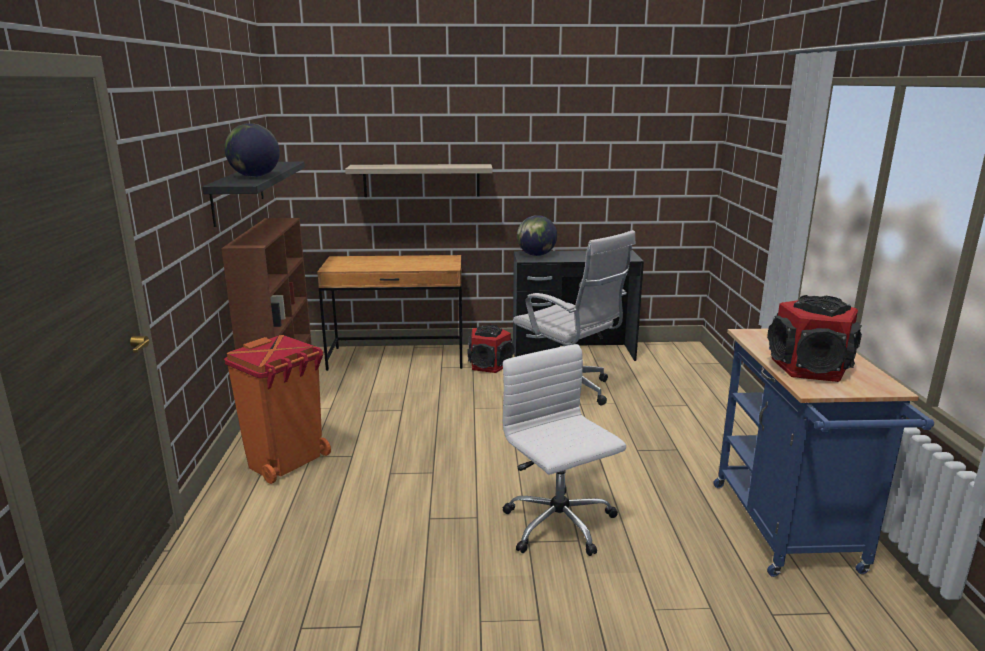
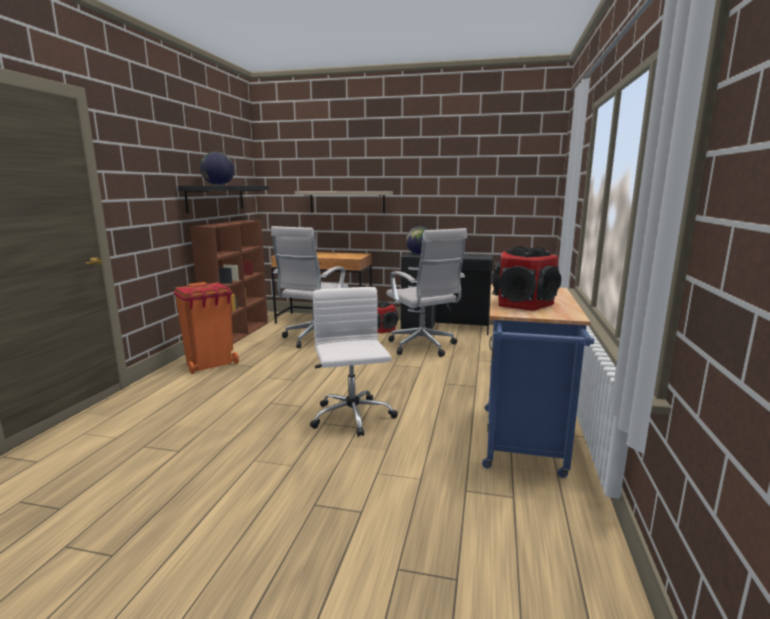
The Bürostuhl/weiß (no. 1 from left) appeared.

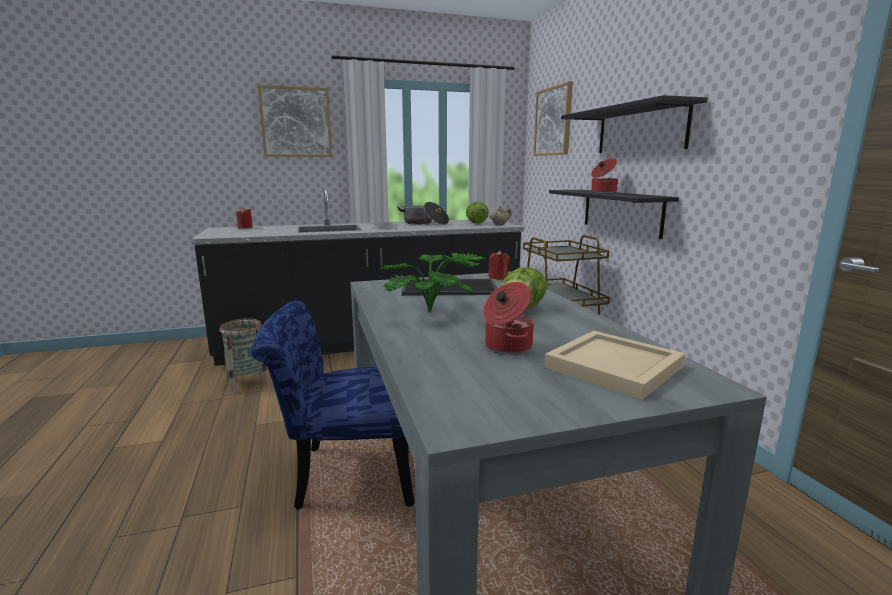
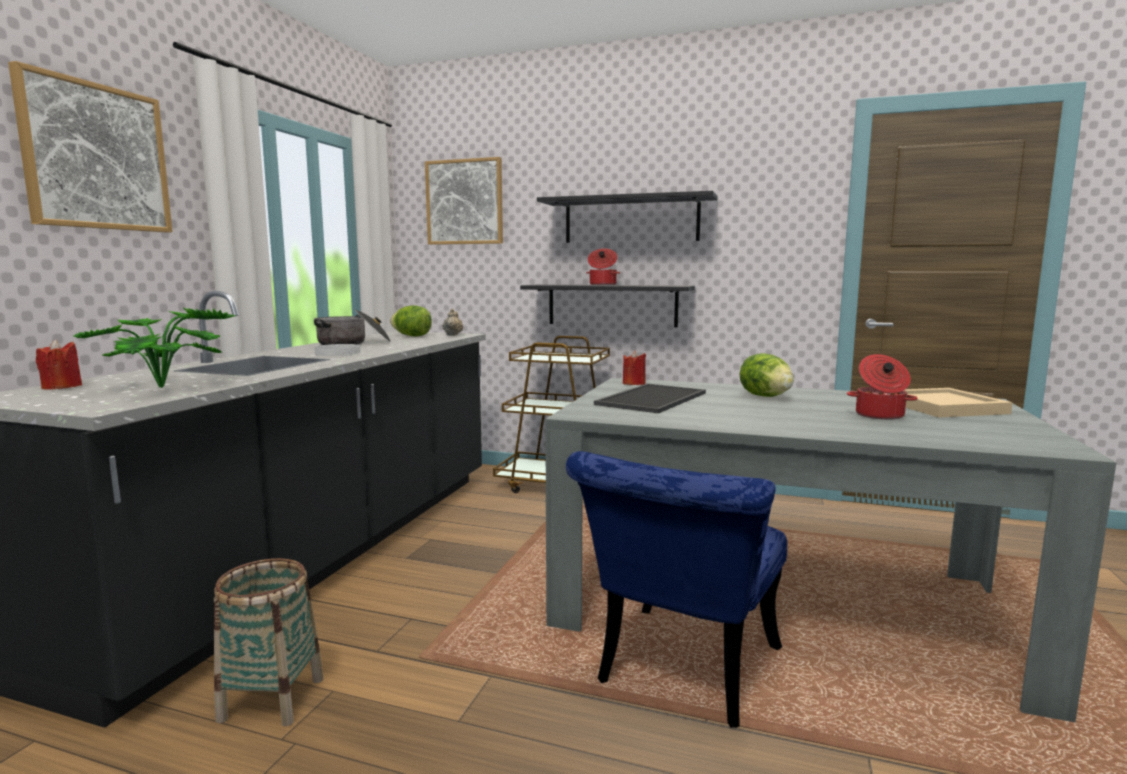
The Topfpflanze moved.

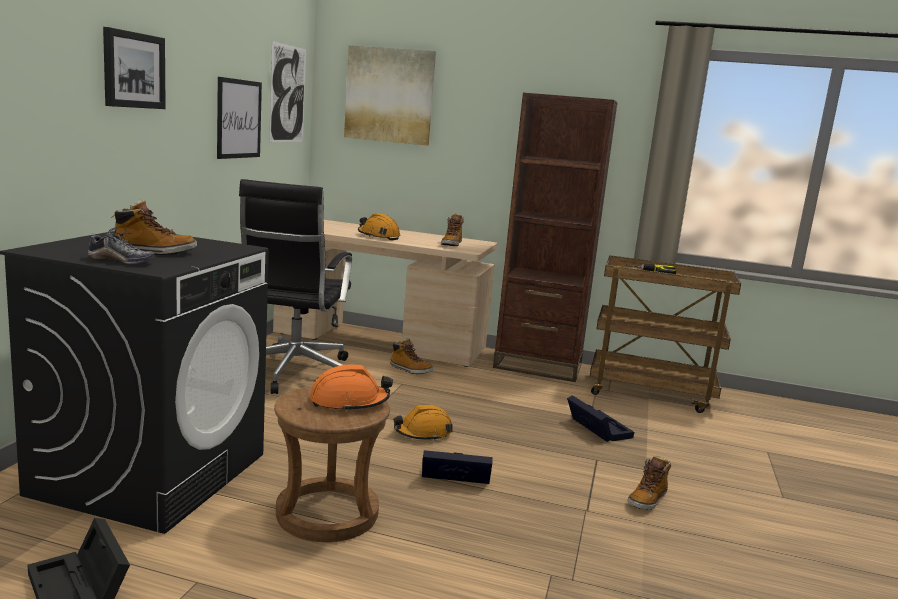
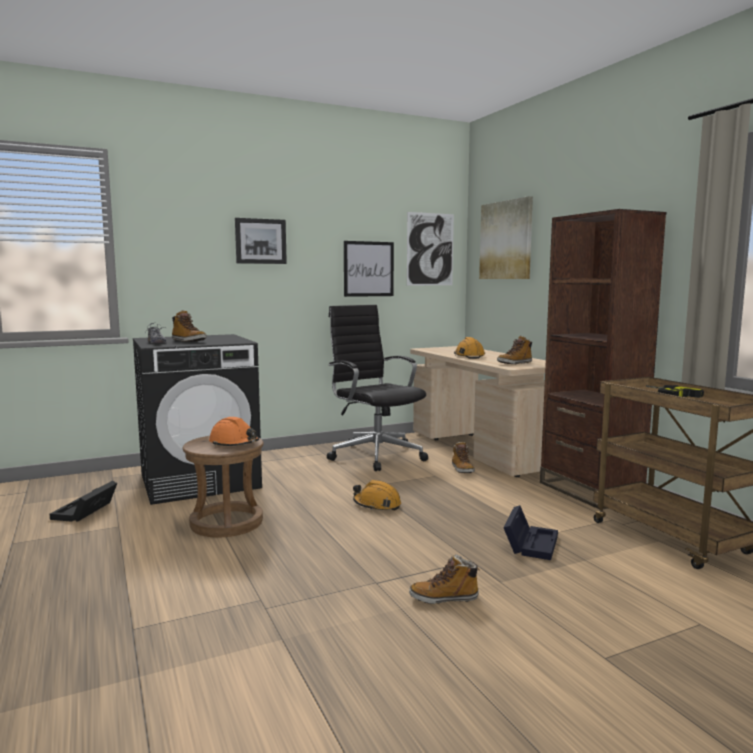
The Bürostuhl/schwarz turned 90 degrees clockwise. The Aufbewahrungsbox/schwarz (no. 2 from left) disappeared.

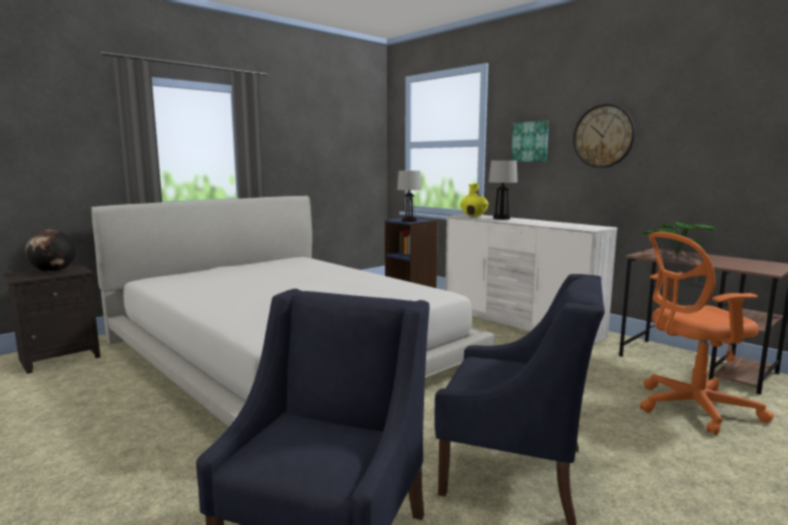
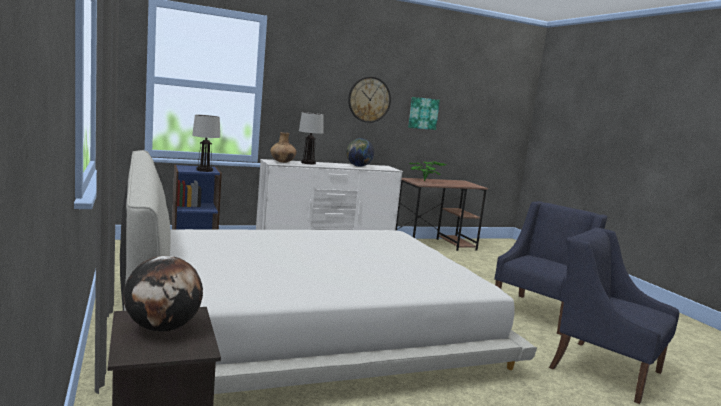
The Vase/gelb became the Vase/braun. The Globus (no. 2 from left) appeared. The Bild moved. The Bürostuhl/orange disappeared.

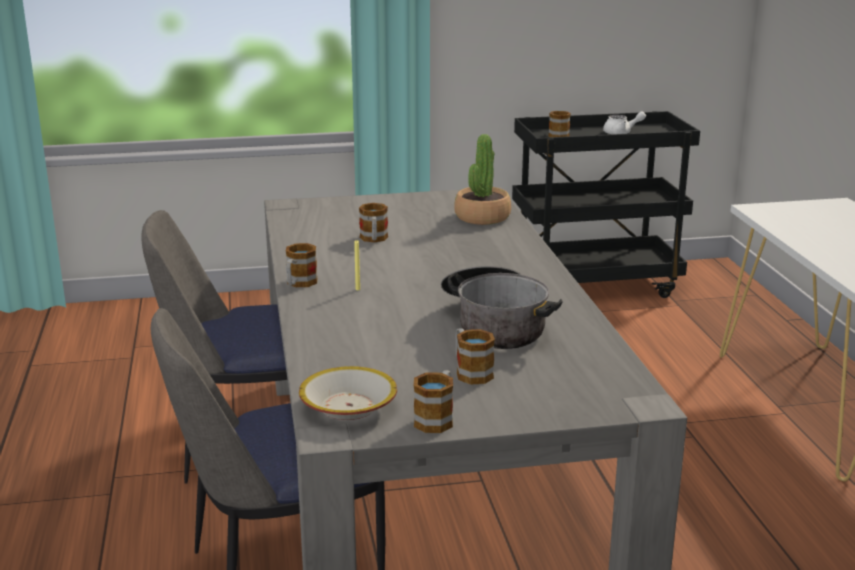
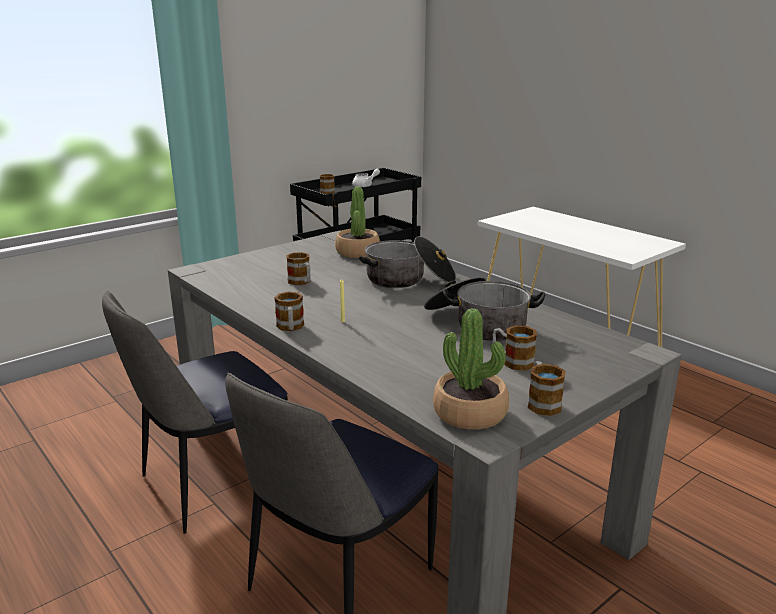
The Kochtopf (no. 1 from left) appeared. The Schüssel was replaced by the Topfpflanze (no. 2 from left).

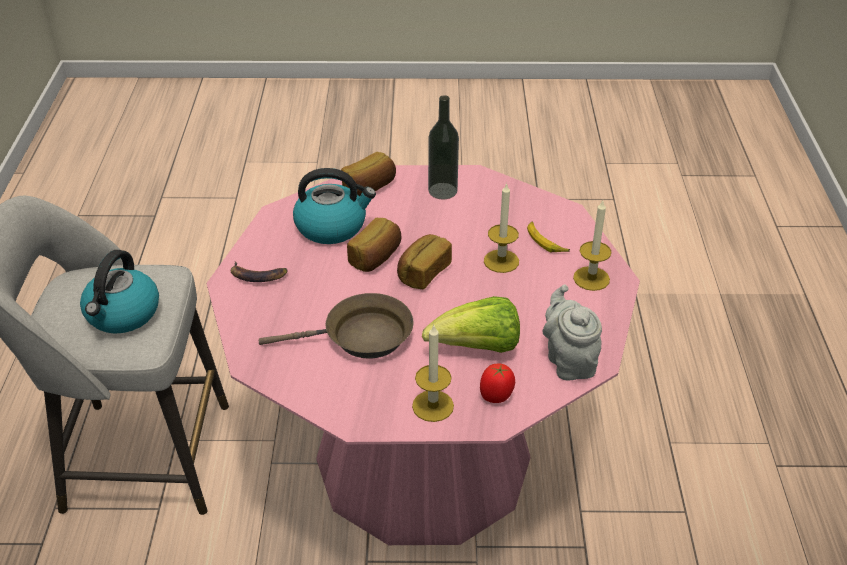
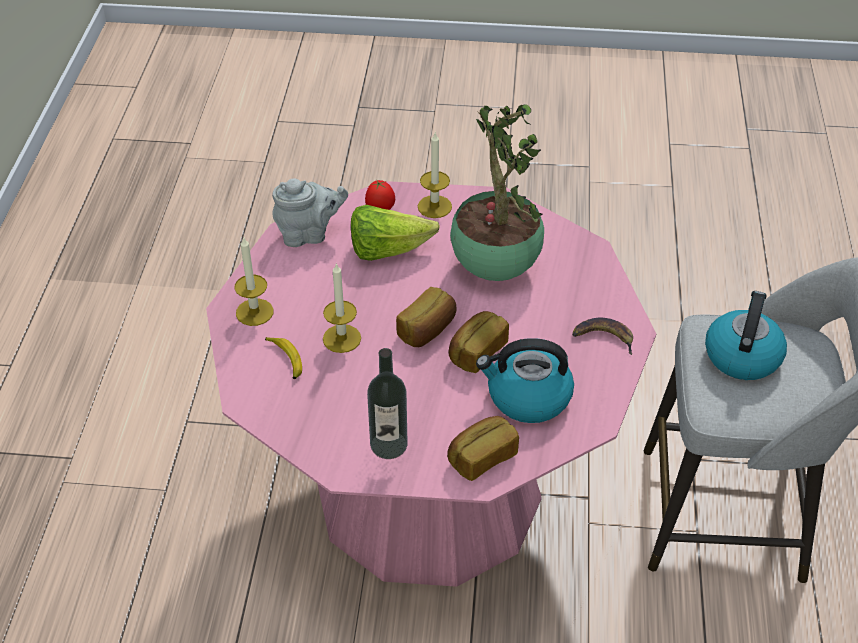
The Teekanne/grau turned 90 degrees counterclockwise. The Pfanne/braun was replaced by the Topfpflanze.

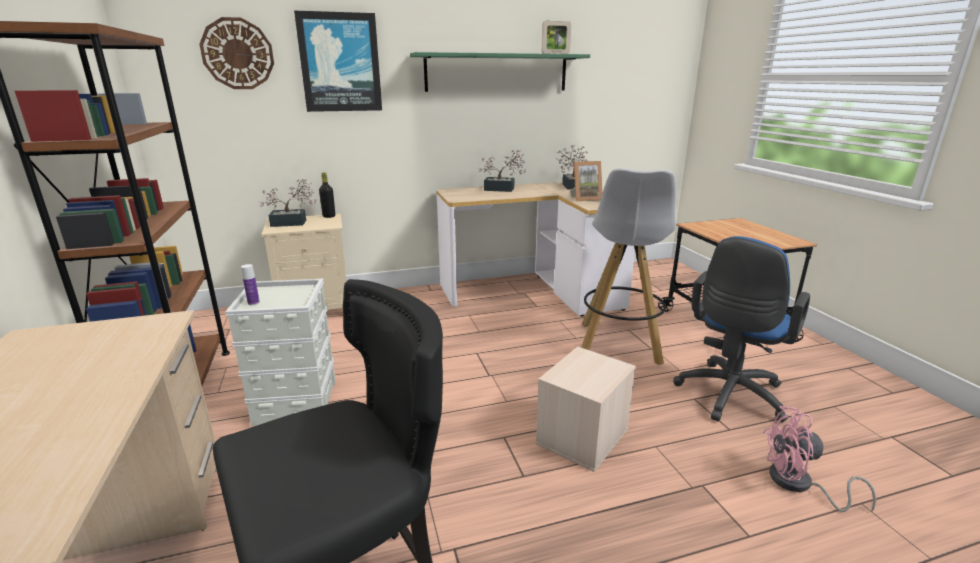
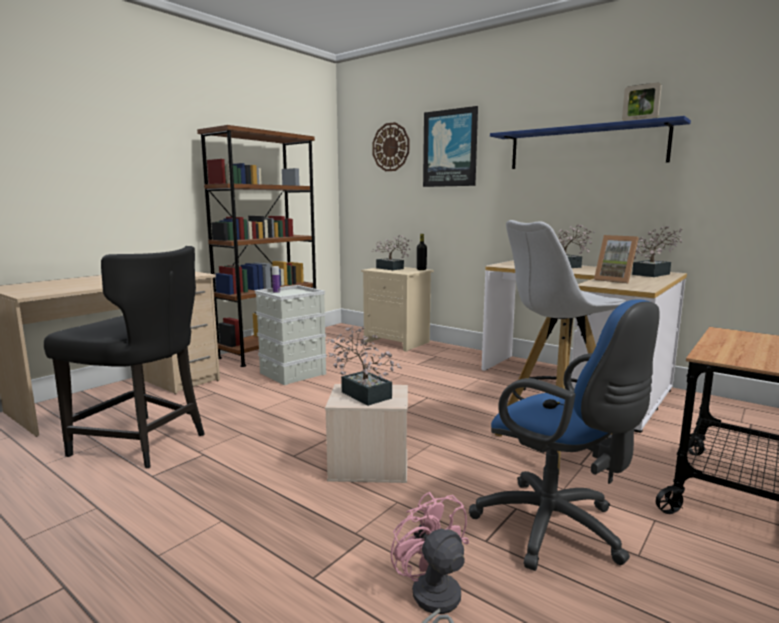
The Topfpflanze (no. 1 from left) appeared. The Bürostuhl/blau turned 135 degrees counterclockwise. The Wandregal/grün became the Wandregal/blau.

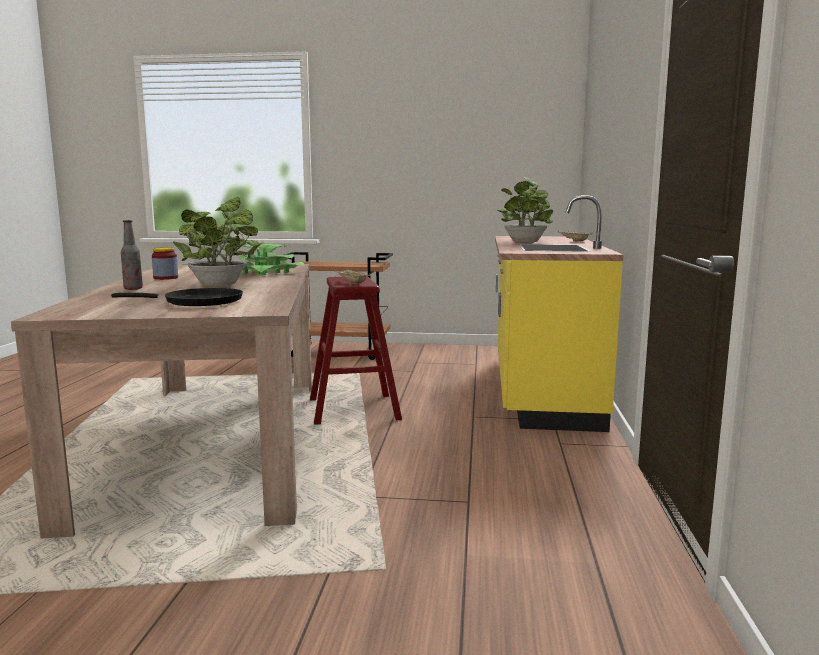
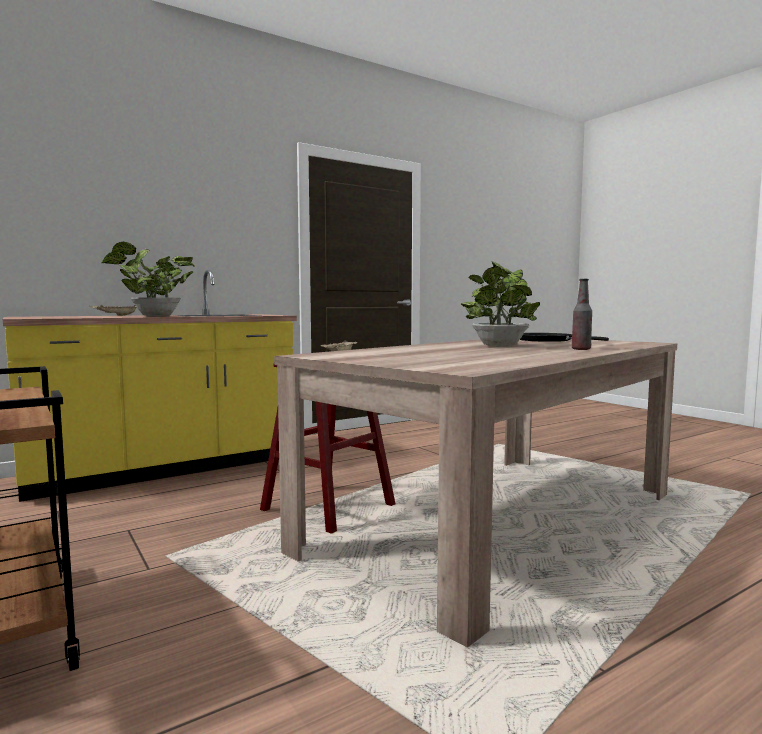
The Vorratsglas disappeared. The Topfpflanze (no. 2 from left) disappeared.

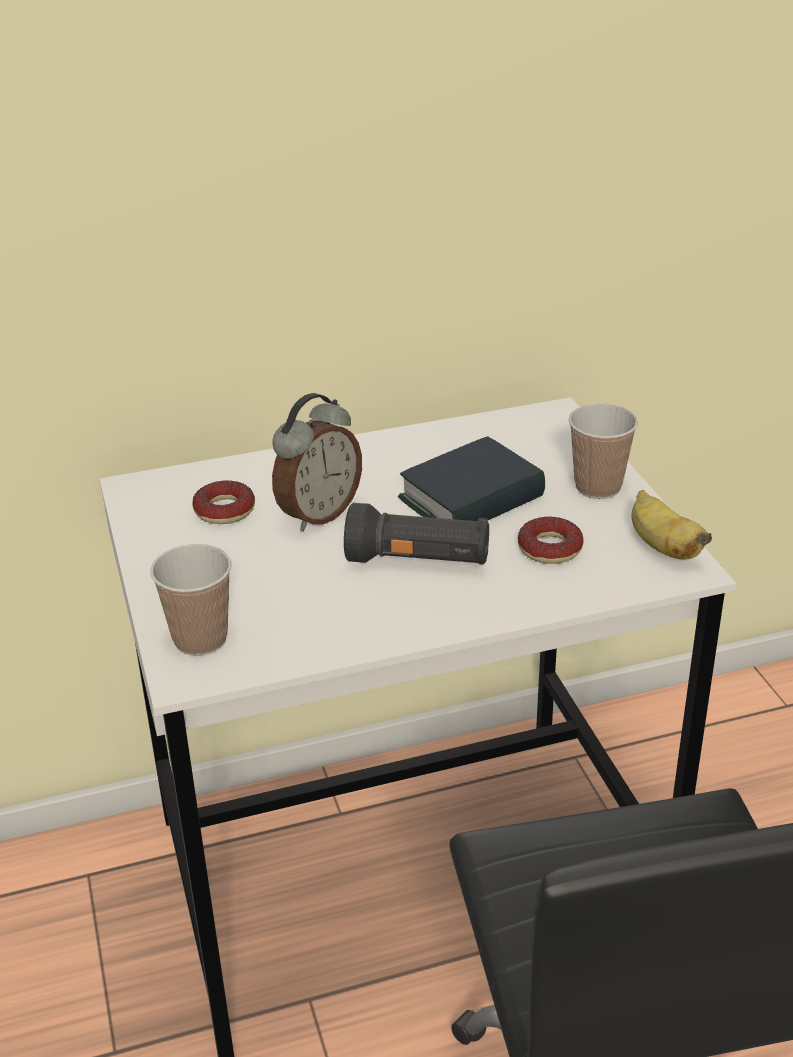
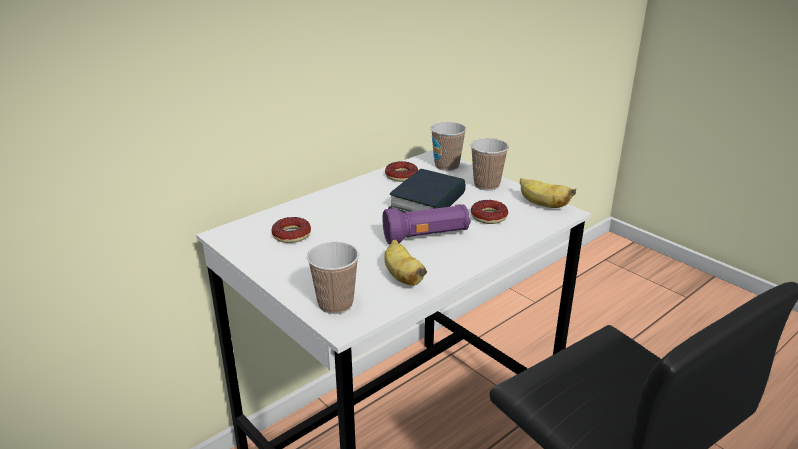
The Taschenlampe/schwarz became the Taschenlampe/lila. The Banane (no. 1 from left) appeared. The Donut (no. 2 from left) appeared. The Tasse (no. 2 from left) appeared. The Wecker disappeared.

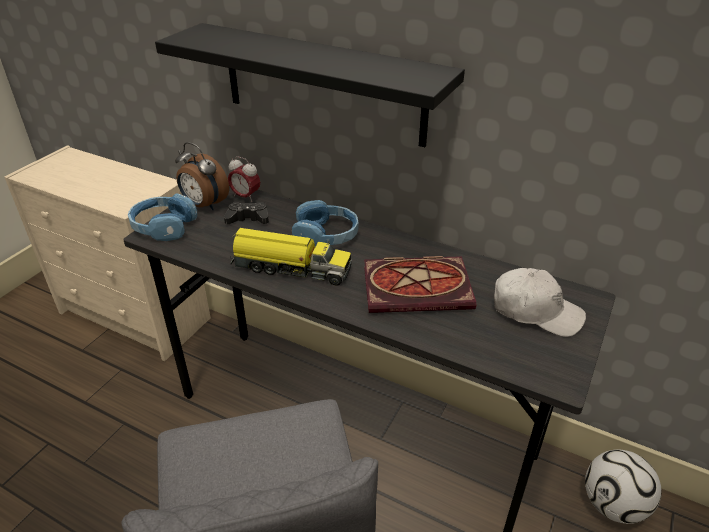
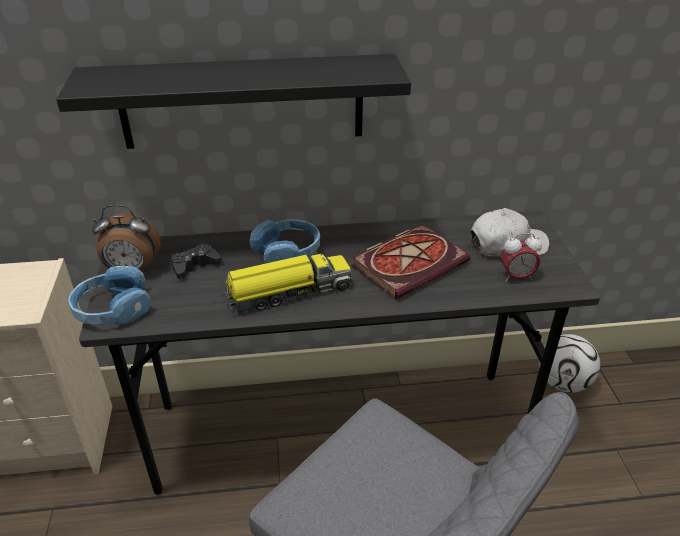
The Wecker (no. 2 from left) moved.

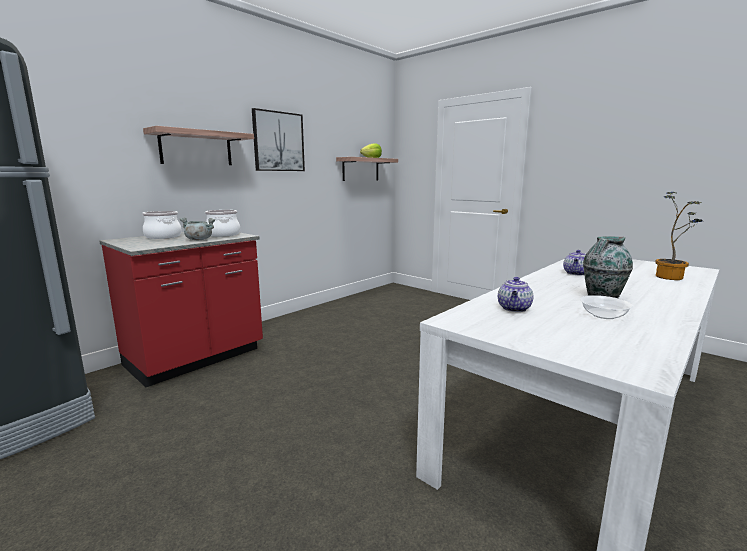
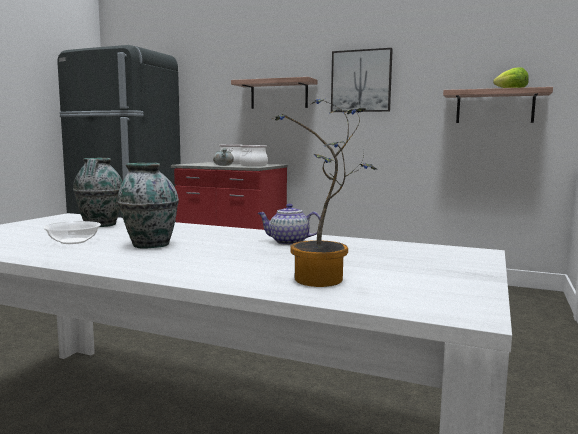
The Teekanne (no. 1 from left) was replaced by the Vase (no. 1 from left).

